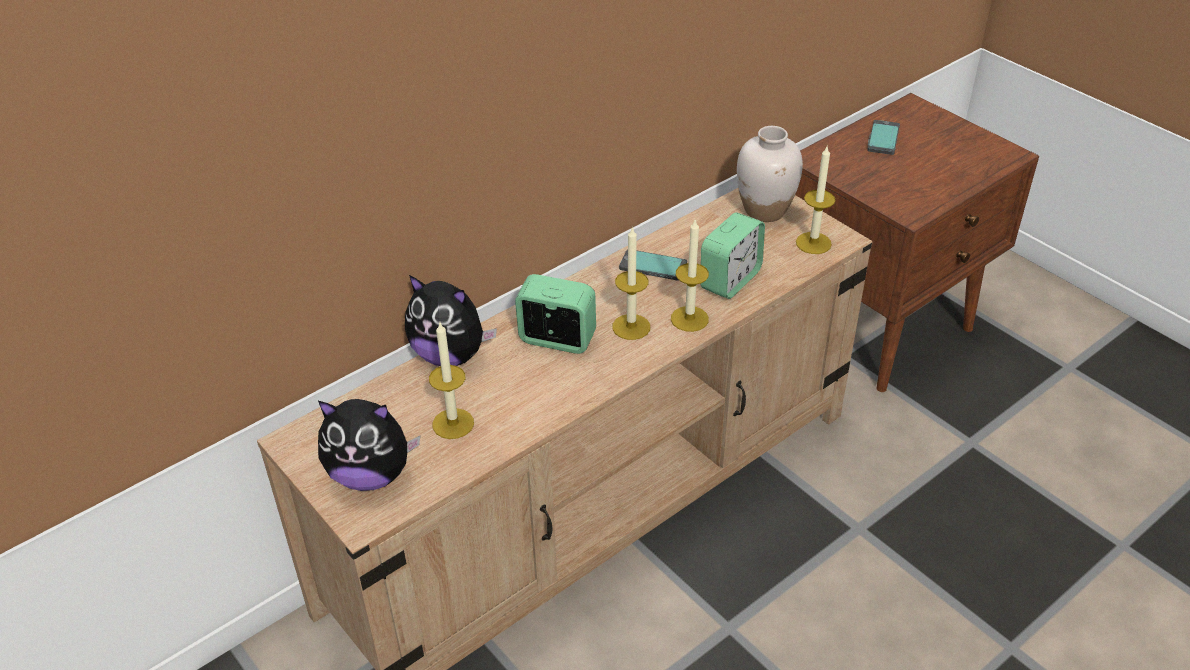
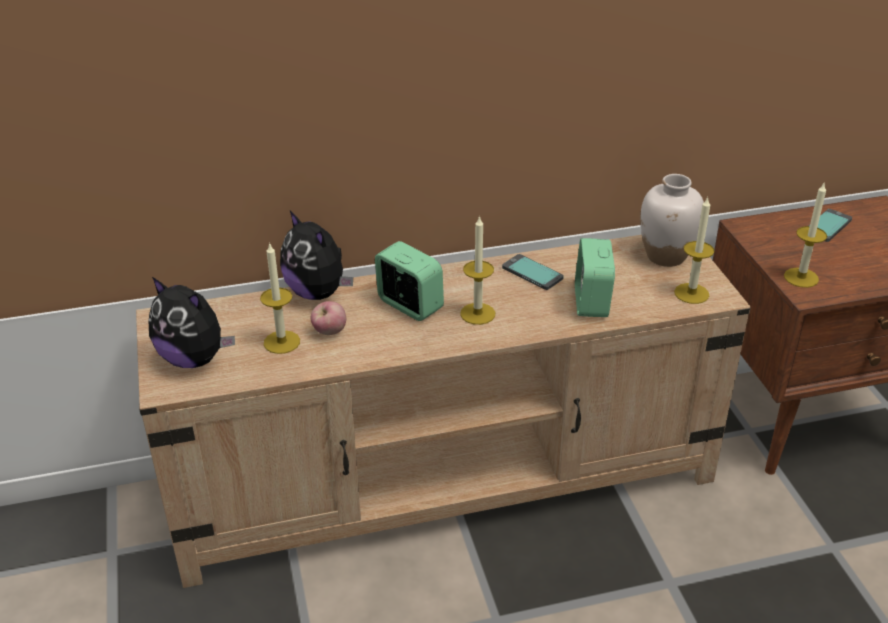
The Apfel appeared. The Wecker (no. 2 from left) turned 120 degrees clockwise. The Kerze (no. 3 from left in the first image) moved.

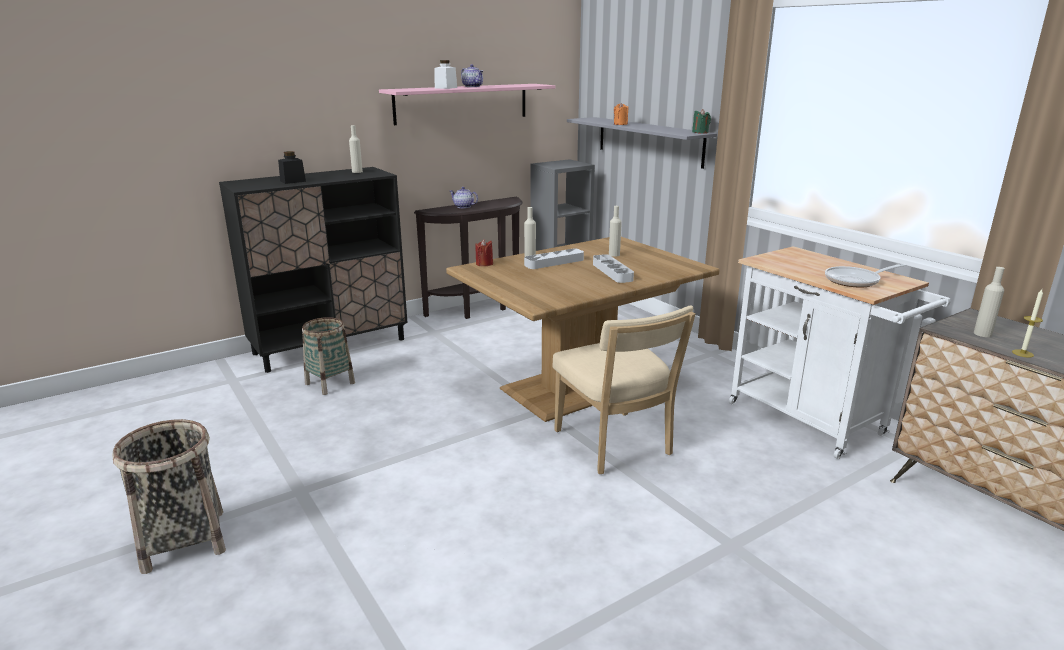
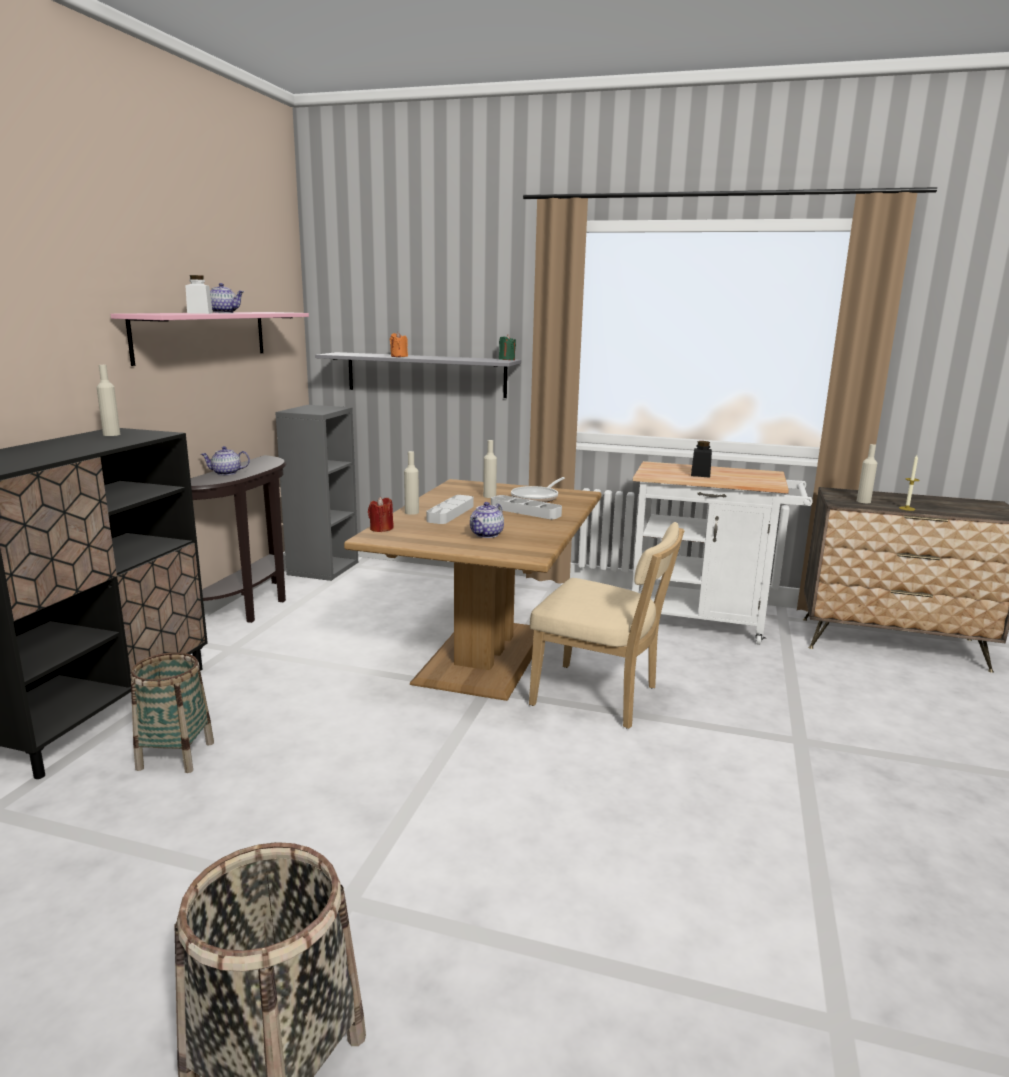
The Teekanne (no. 3 from left) appeared. The Pfanne moved. The Vorratsglas/schwarz moved.

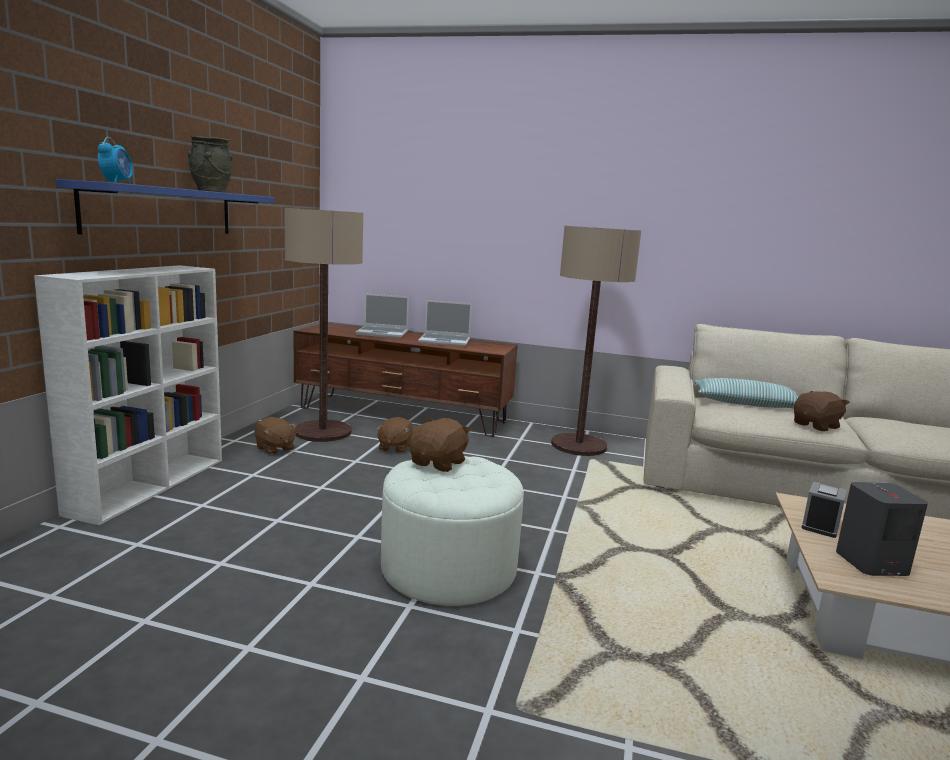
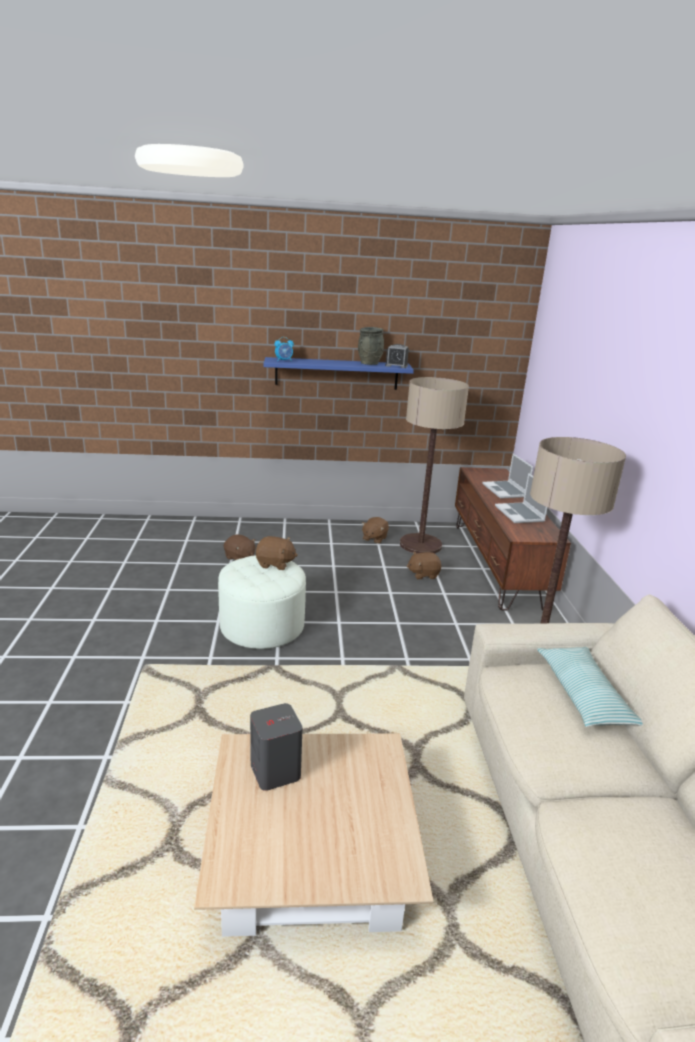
The Plüschtier/braun (no. 4 from left in the first image) moved. The Wecker (no. 2 from left) moved. The Bücherregal/weiß disappeared.

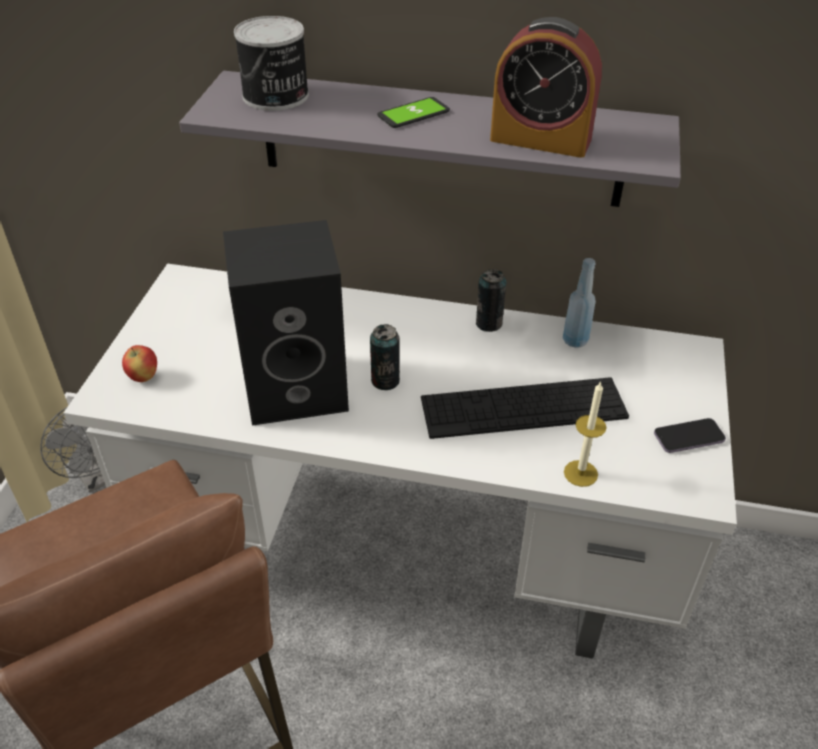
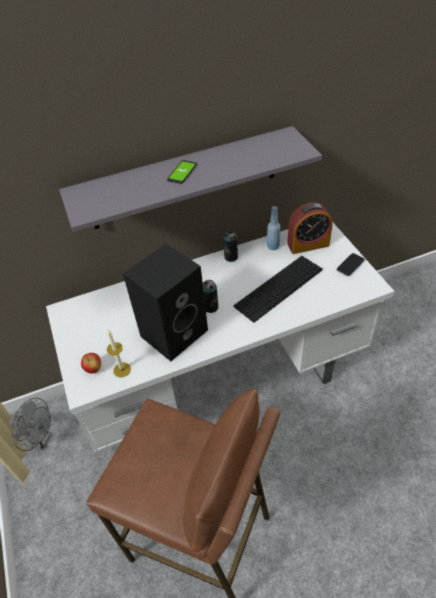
The Kerze moved. The Wecker moved. The Dose (no. 1 from left) disappeared.

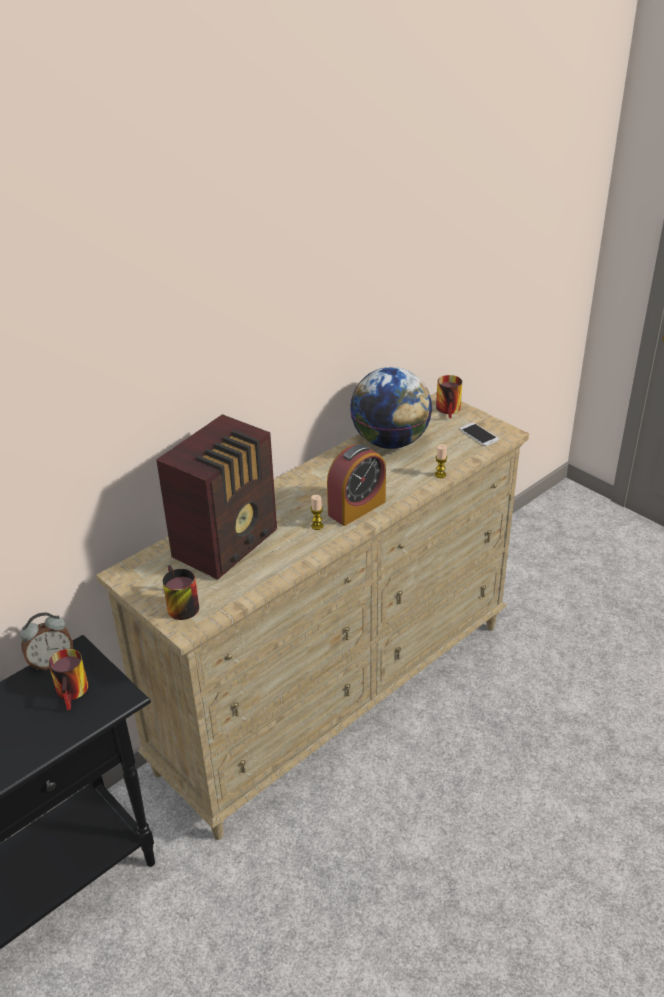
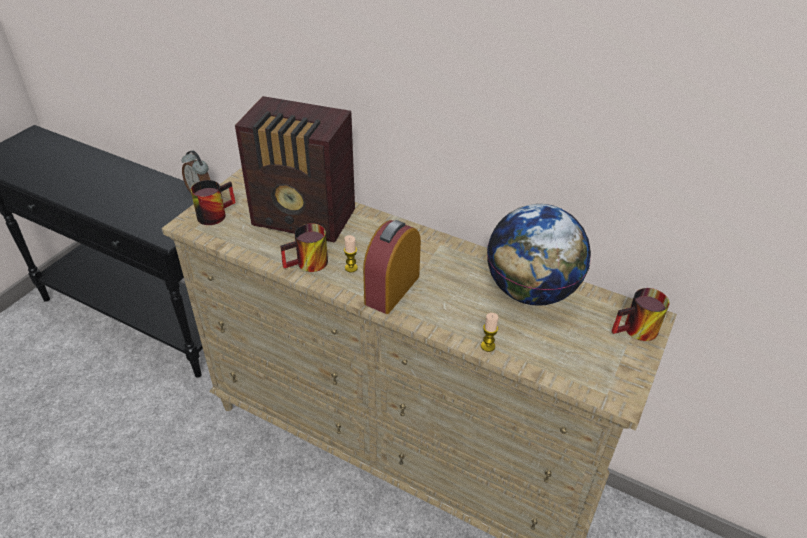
The Henkelbecher (no. 1 from left in the first image) moved. The Wecker (no. 2 from left) turned 90 degrees clockwise. The Handy disappeared.

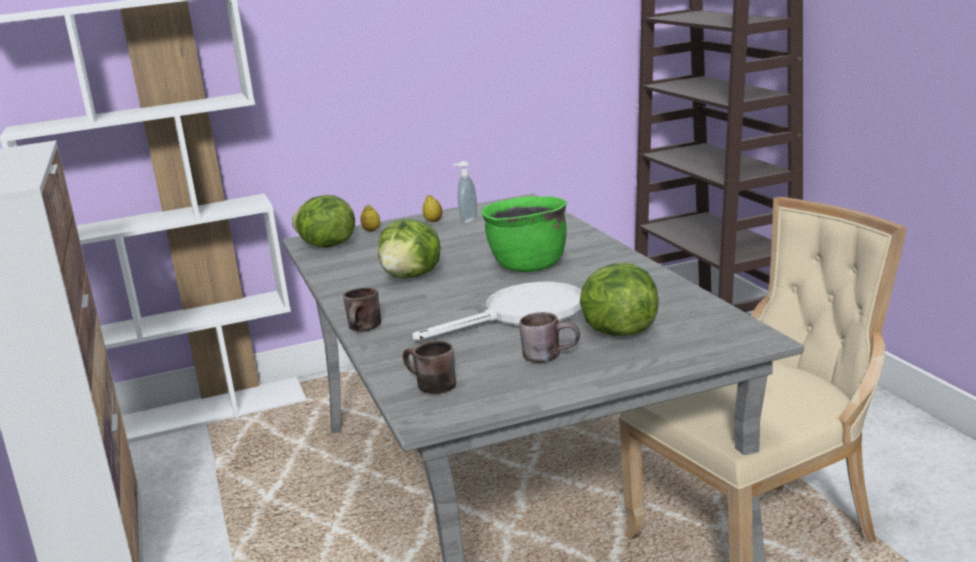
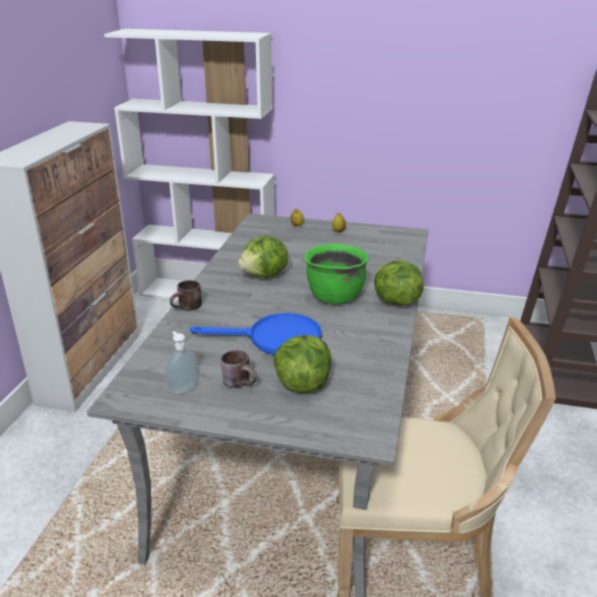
The Seifenspender moved. The Pfanne/weiß became the Pfanne/blau. The Salatkopf (no. 1 from left in the first image) moved. The Henkelbecher/braun (no. 2 from left) disappeared.

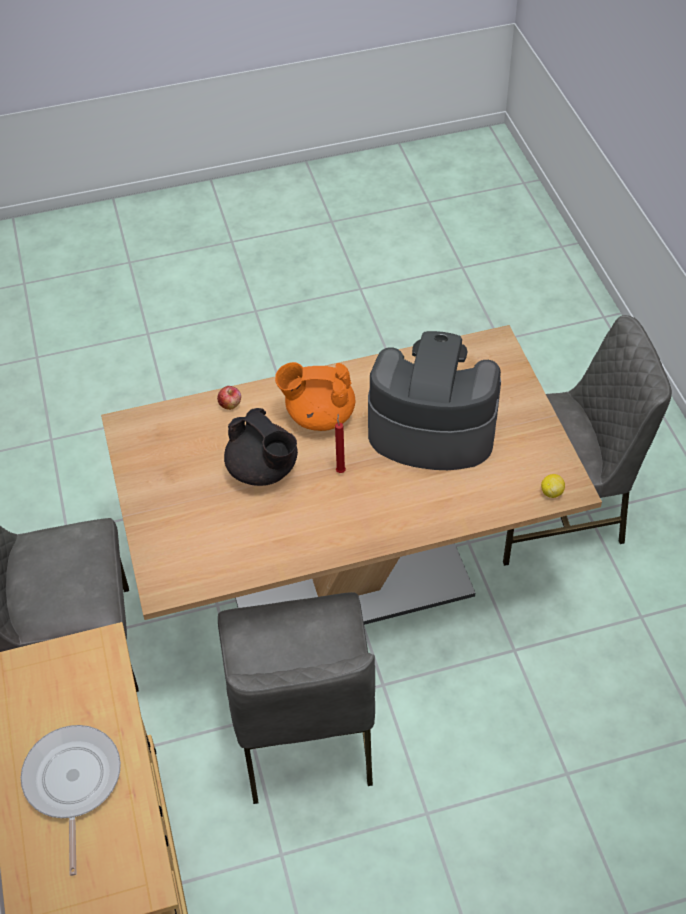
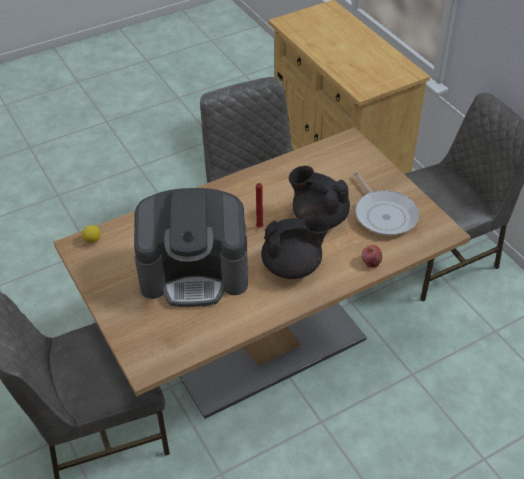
The Teekanne/orange became the Teekanne/schwarz (no. 1 from left). The Pfanne moved.

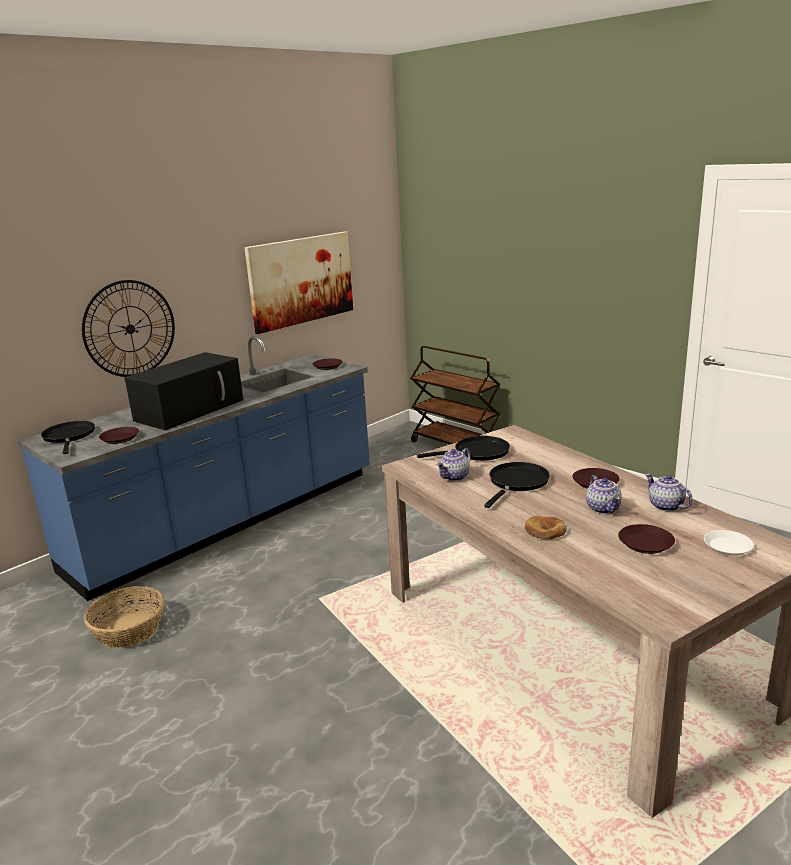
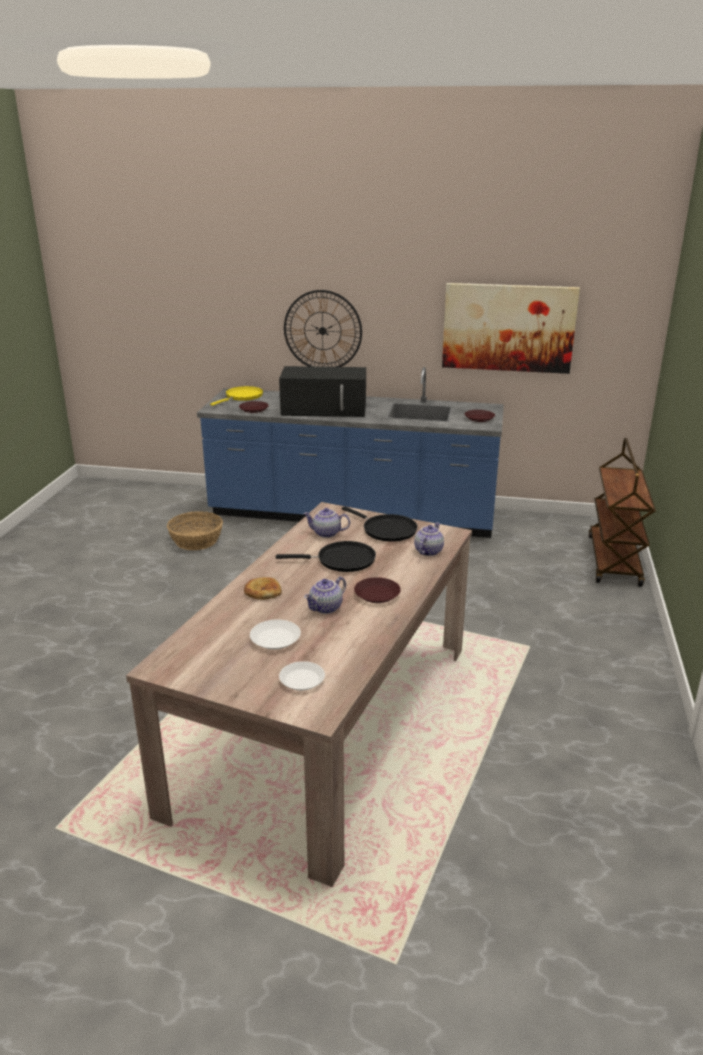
The Pfanne/schwarz (no. 1 from left) became the Pfanne/gelb. The Teller/braun (no. 4 from left) became the Teller/weiß (no. 1 from left). The Teekanne (no. 3 from left) moved.

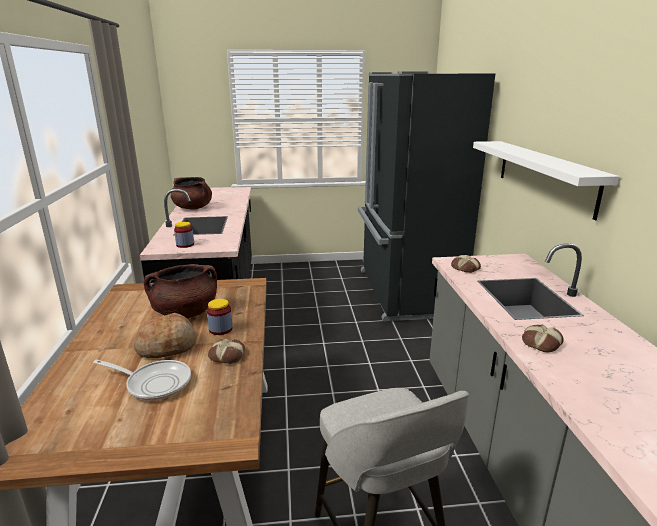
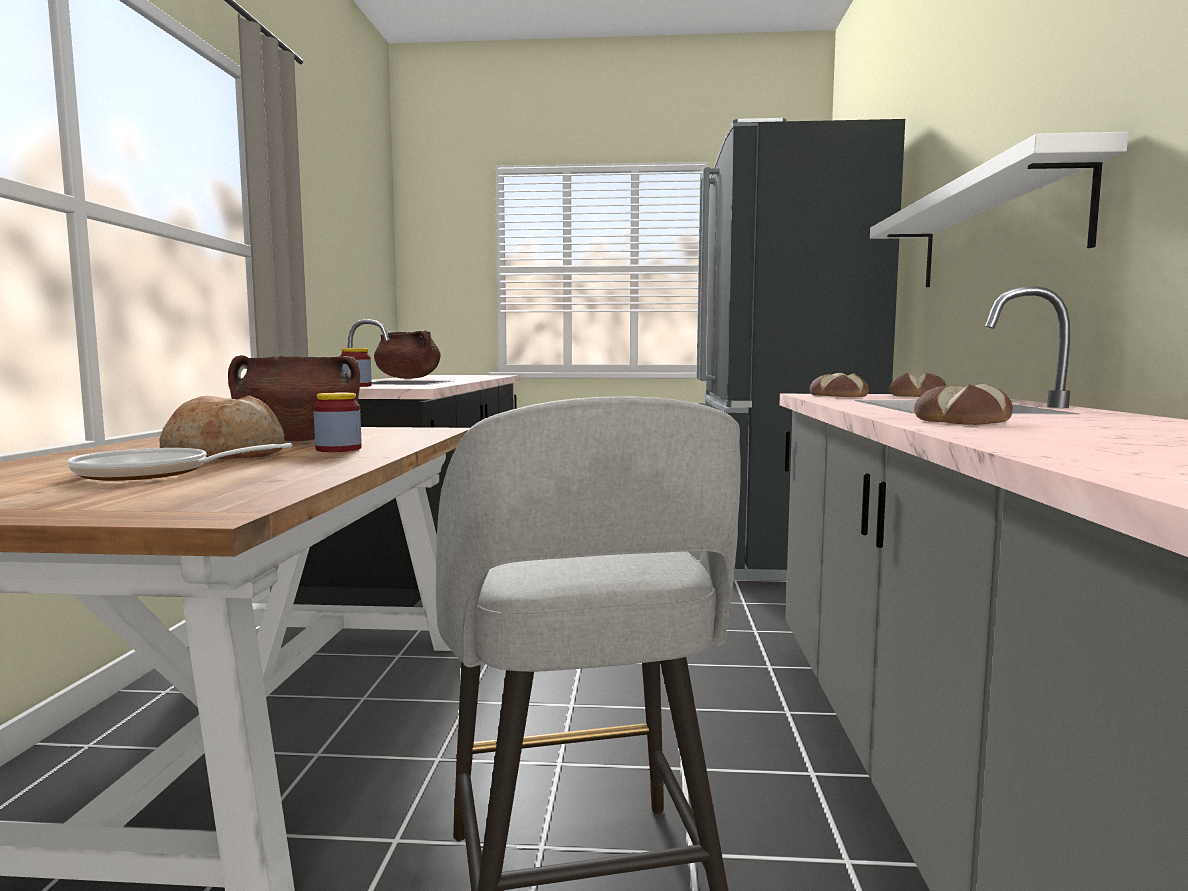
The Pfanne turned 150 degrees clockwise. The Brot (no. 2 from left in the first image) moved.

